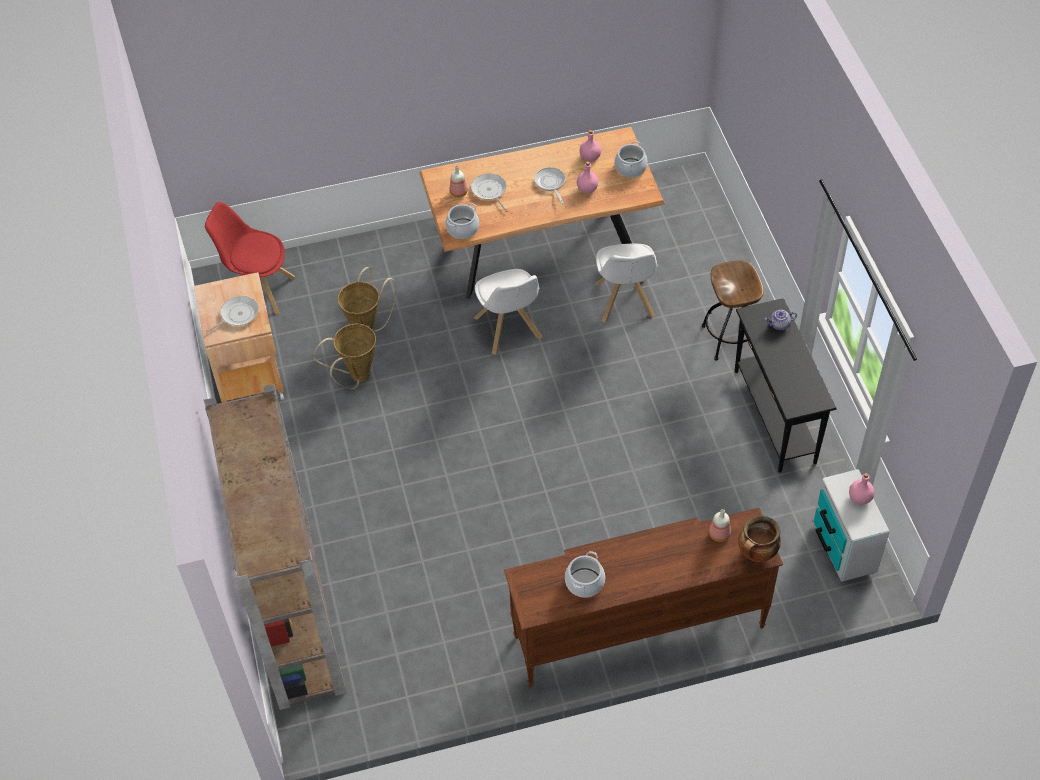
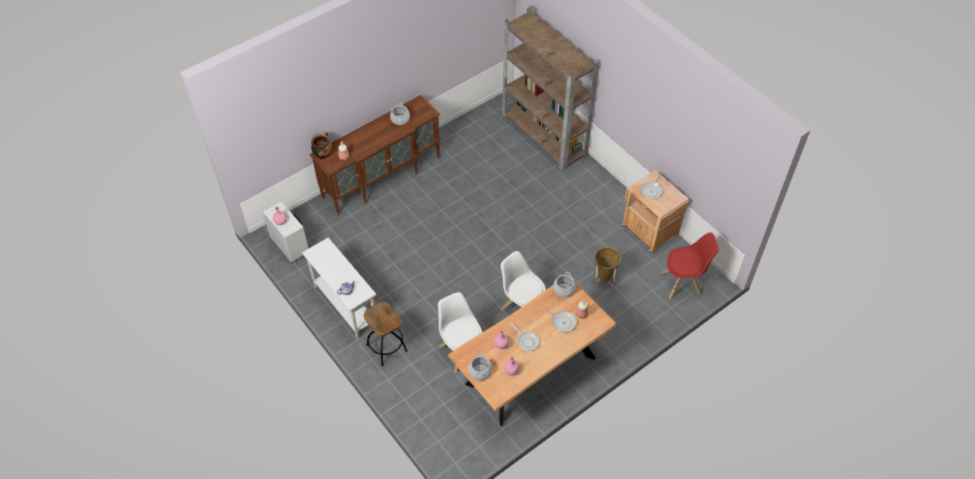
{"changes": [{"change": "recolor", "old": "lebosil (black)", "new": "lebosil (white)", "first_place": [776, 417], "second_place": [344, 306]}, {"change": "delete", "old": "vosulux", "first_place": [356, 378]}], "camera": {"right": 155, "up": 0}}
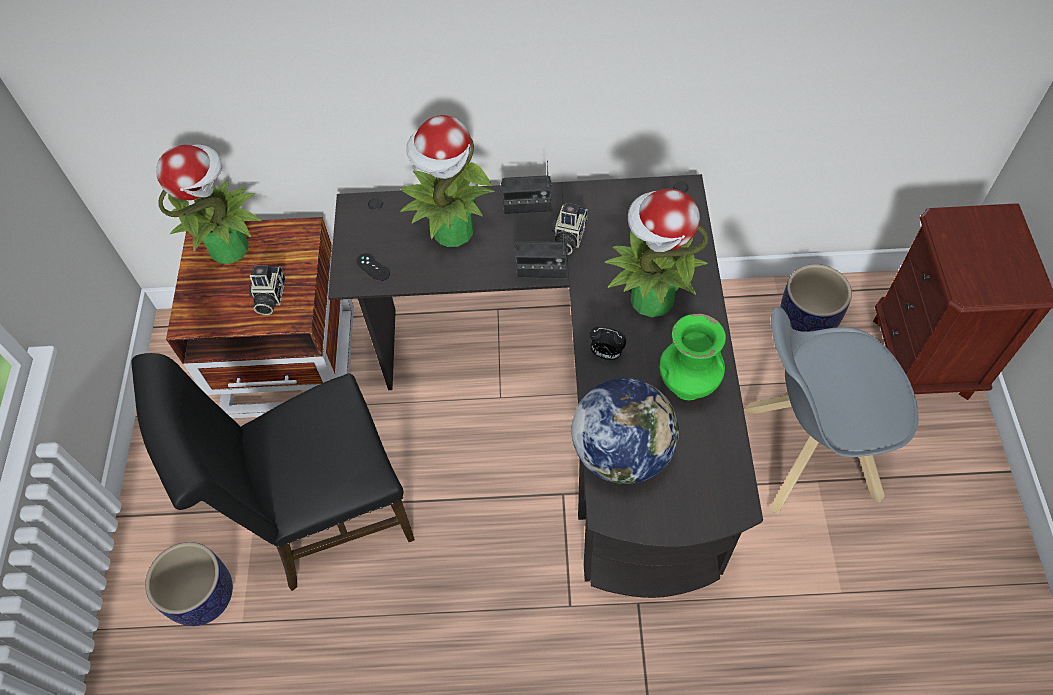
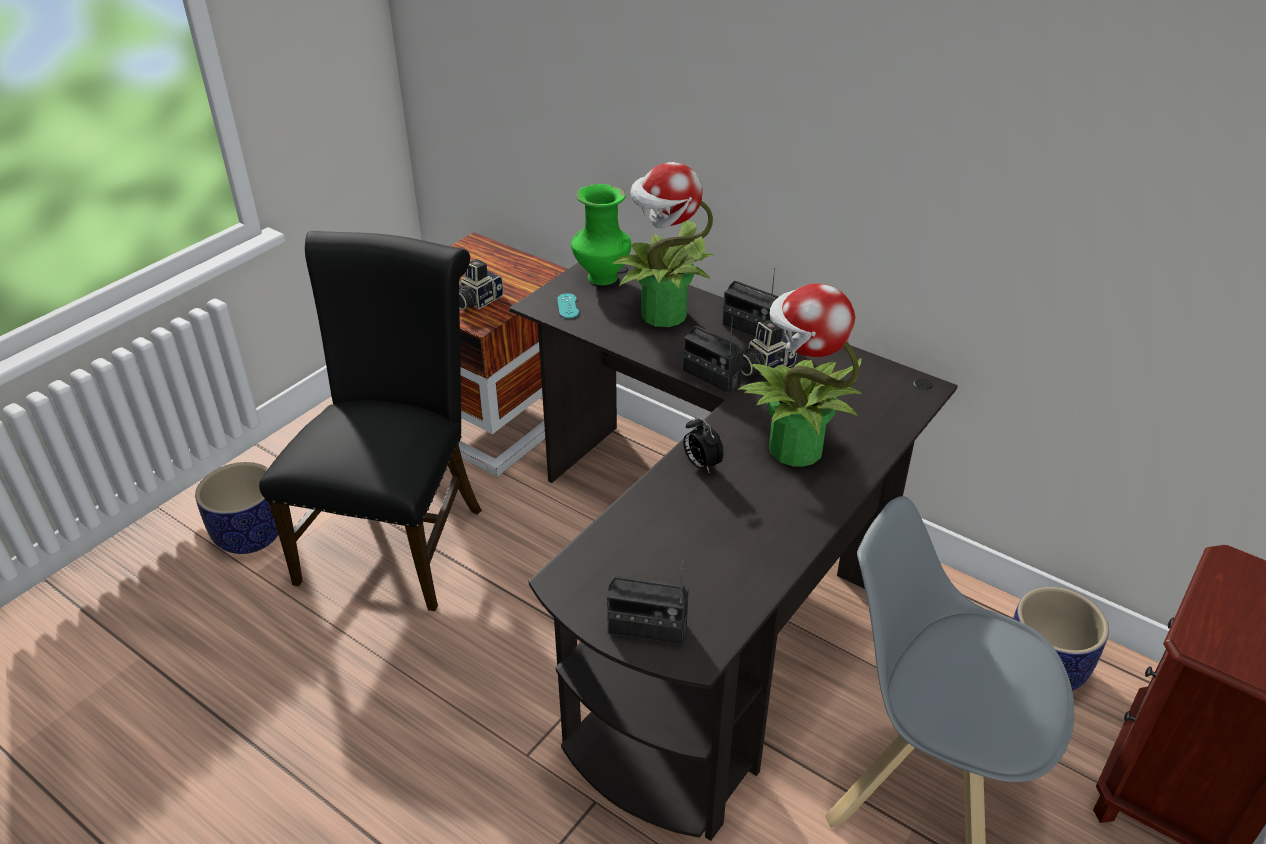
{"changes": [{"change": "rotate", "old": "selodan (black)", "first_place": [321, 514], "second_place": [397, 537], "degrees": 90}, {"change": "recolor", "old": "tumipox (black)", "new": "tumipox (turquoise)", "first_place": [373, 267], "second_place": [568, 306]}, {"change": "move", "old": "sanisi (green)", "first_place": [686, 387], "second_place": [601, 277]}, {"change": "insert", "new": "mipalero", "second_place": [647, 629]}, {"change": "delete", "old": "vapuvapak", "first_place": [230, 246]}, {"change": "delete", "old": "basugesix", "first_place": [622, 452]}], "camera": {"right": 35, "up": -20}}
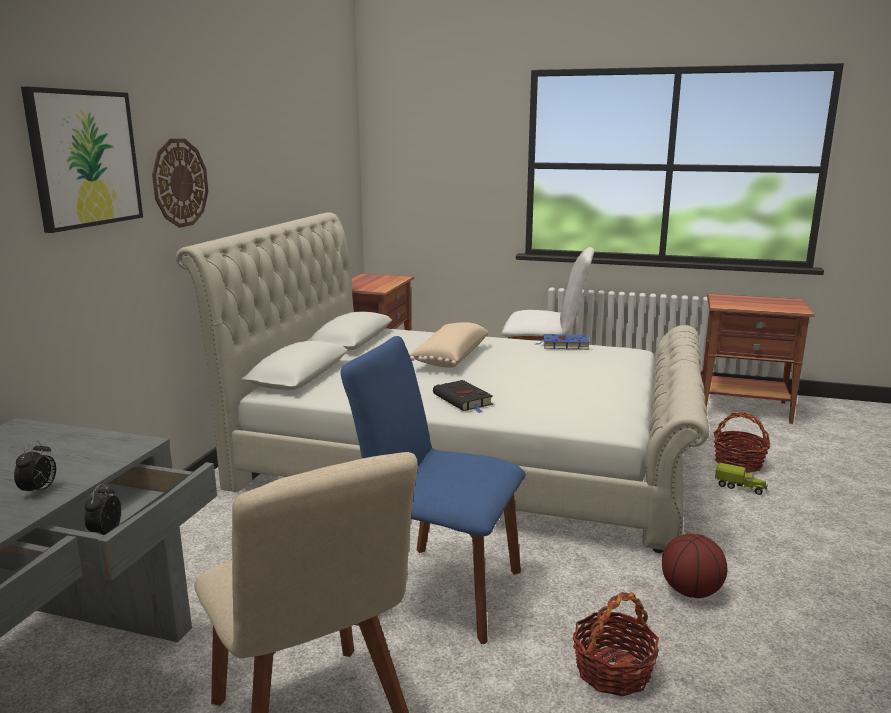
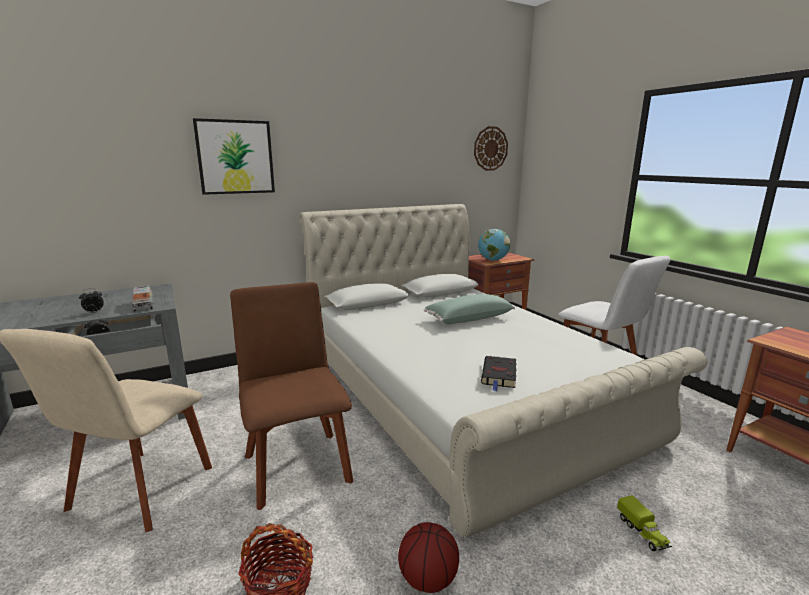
{"changes": [{"change": "insert", "new": "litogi", "second_place": [143, 305]}, {"change": "recolor", "old": "selodan (blue)", "new": "selodan (brown)", "first_place": [439, 590], "second_place": [296, 464]}, {"change": "recolor", "old": "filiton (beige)", "new": "filiton (green)", "first_place": [449, 358], "second_place": [468, 318]}, {"change": "move", "old": "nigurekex", "first_place": [180, 183], "second_place": [490, 148]}, {"change": "insert", "new": "basugesix", "second_place": [492, 260]}, {"change": "move", "old": "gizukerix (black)", "first_place": [464, 400], "second_place": [499, 375]}, {"change": "delete", "old": "gizukerix (blue)", "first_place": [564, 345]}, {"change": "delete", "old": "vosulux", "first_place": [738, 463]}], "camera": {"right": 45, "up": 0}}
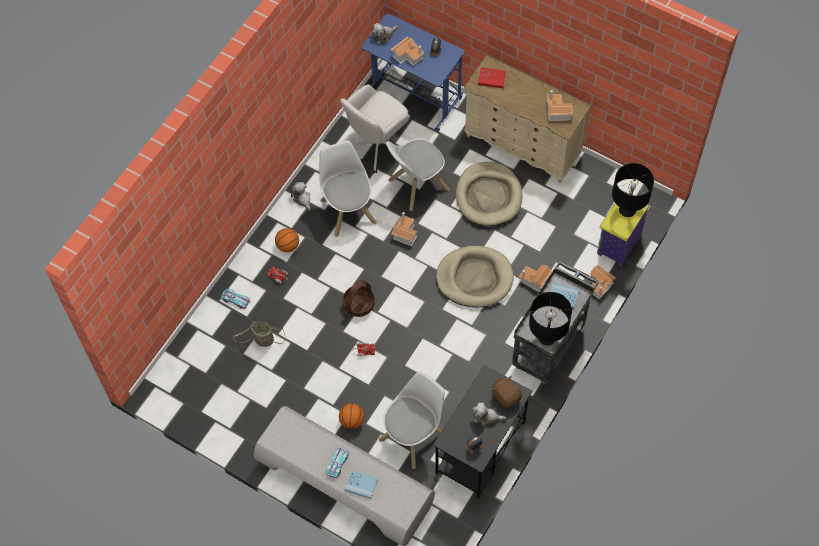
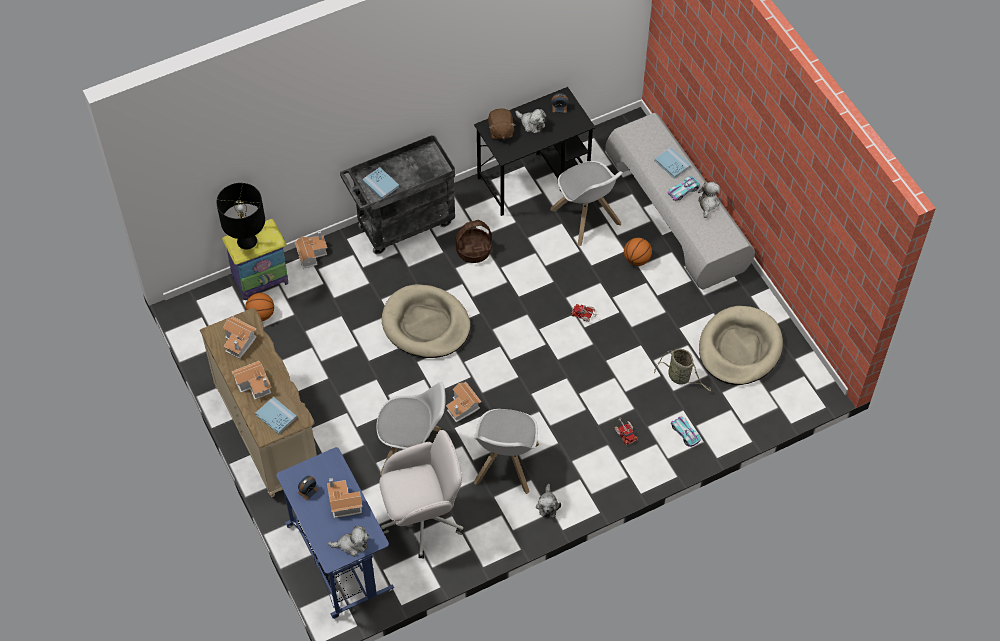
{"changes": [{"change": "move", "old": "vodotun", "first_place": [534, 280], "second_place": [255, 384]}, {"change": "move", "old": "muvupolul", "first_place": [288, 246], "second_place": [261, 314]}, {"change": "recolor", "old": "gizukerix (red)", "new": "gizukerix (blue)", "first_place": [491, 78], "second_place": [276, 416]}, {"change": "move", "old": "vosulux", "first_place": [359, 304], "second_place": [474, 250]}, {"change": "rotate", "old": "selodan", "first_place": [414, 435], "second_place": [586, 218], "degrees": -105}, {"change": "insert", "new": "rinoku", "second_place": [708, 203]}, {"change": "move", "old": "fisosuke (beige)", "first_place": [488, 196], "second_place": [739, 348]}, {"change": "delete", "old": "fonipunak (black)", "first_place": [546, 338]}], "camera": {"right": -150, "up": -5}}
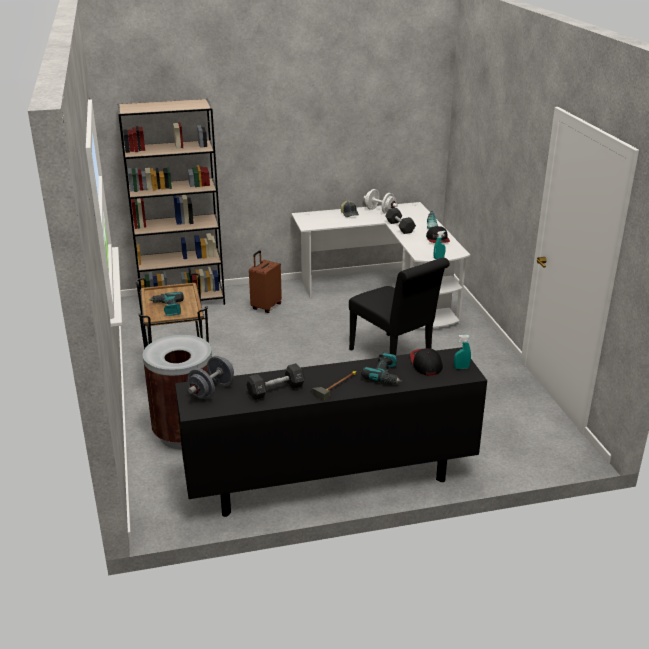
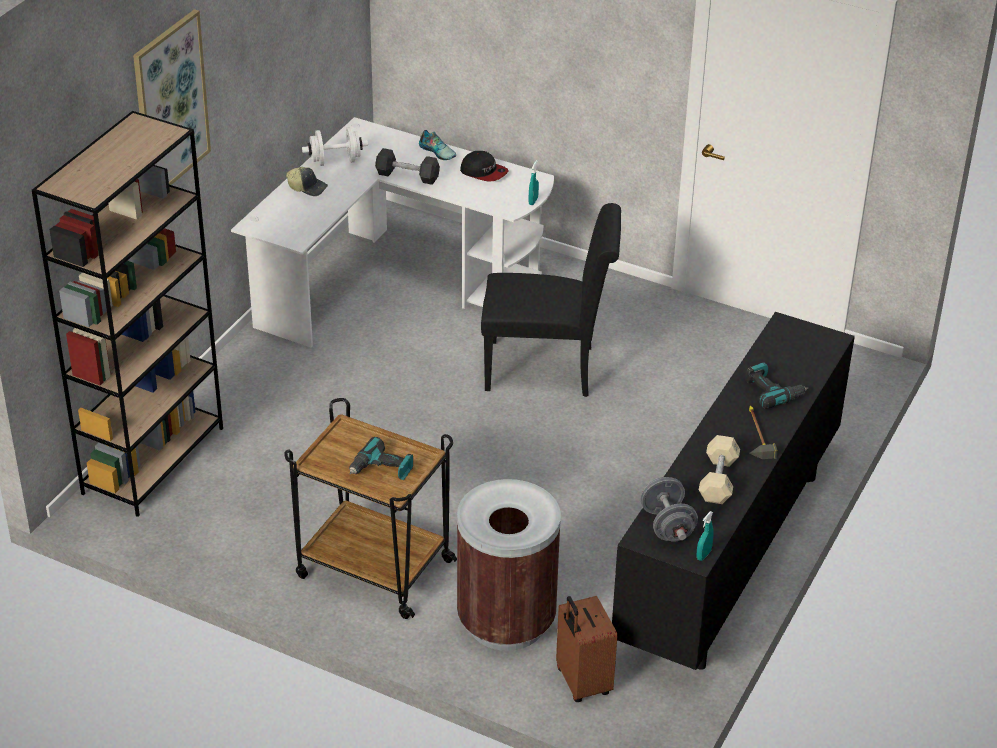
{"changes": [{"change": "insert", "new": "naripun", "second_place": [170, 104]}, {"change": "move", "old": "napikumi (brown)", "first_place": [265, 306], "second_place": [581, 682]}, {"change": "move", "old": "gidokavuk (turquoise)", "first_place": [461, 368], "second_place": [703, 555]}, {"change": "recolor", "old": "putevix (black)", "new": "putevix (beige)", "first_place": [276, 390], "second_place": [718, 479]}, {"change": "delete", "old": "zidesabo", "first_place": [425, 363]}], "camera": {"right": -50, "up": 10}}
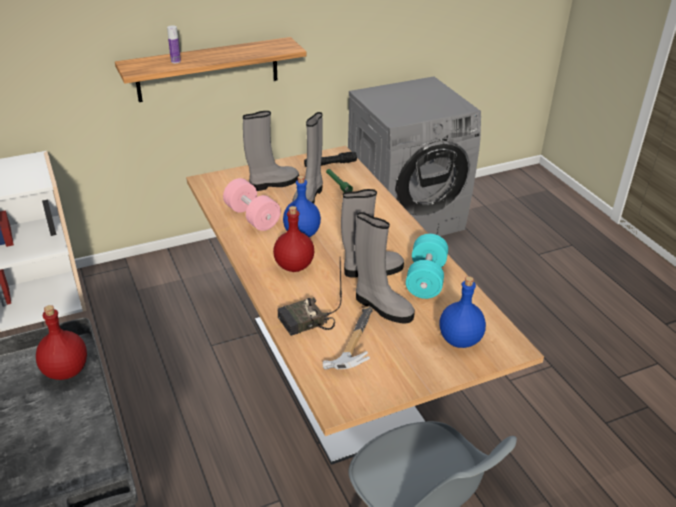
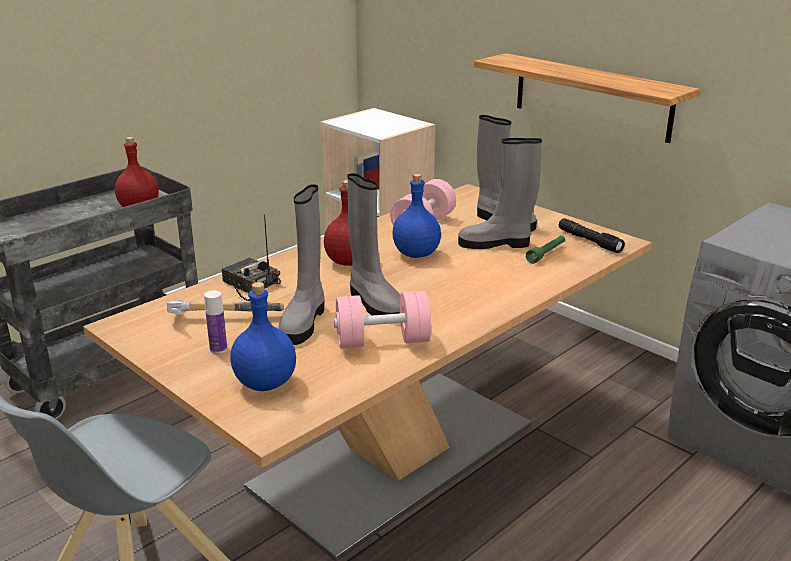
{"changes": [{"change": "move", "old": "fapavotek", "first_place": [175, 61], "second_place": [218, 349]}, {"change": "recolor", "old": "putevix (turquoise)", "new": "putevix (pink)", "first_place": [425, 279], "second_place": [382, 341]}], "camera": {"right": 70, "up": -10}}
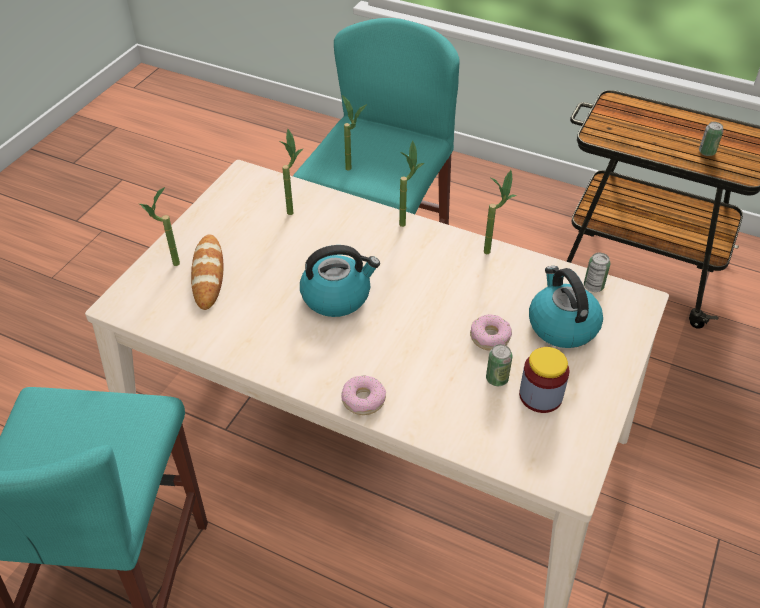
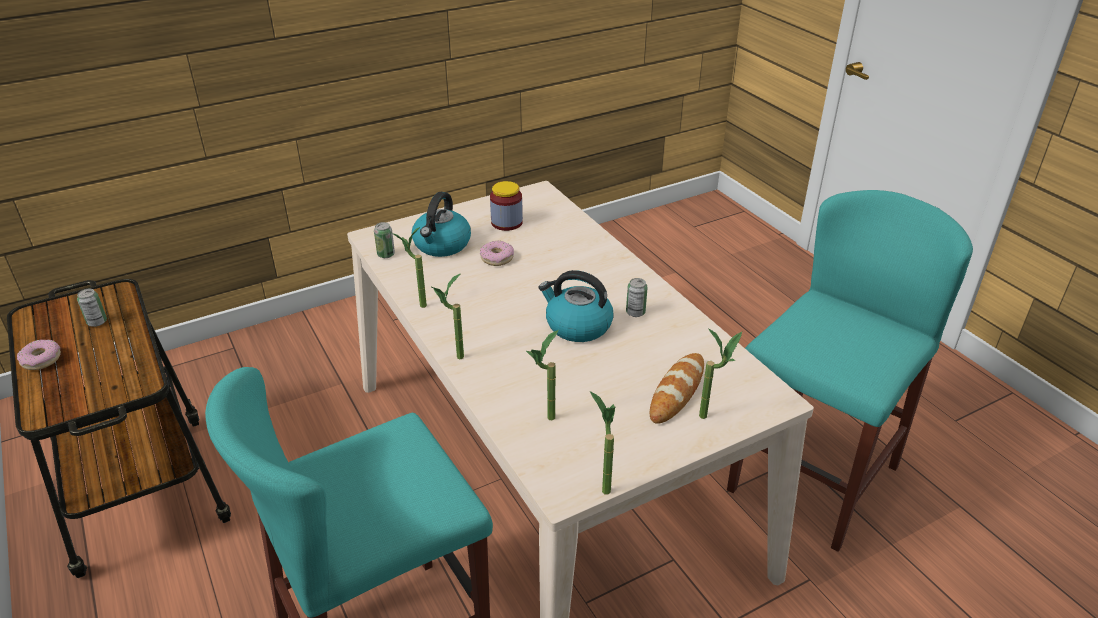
{"changes": [{"change": "move", "old": "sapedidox", "first_place": [363, 399], "second_place": [41, 359]}, {"change": "move", "old": "vapuvapak", "first_place": [354, 170], "second_place": [601, 485]}, {"change": "move", "old": "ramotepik", "first_place": [497, 379], "second_place": [635, 312]}], "camera": {"right": -145, "up": -10}}
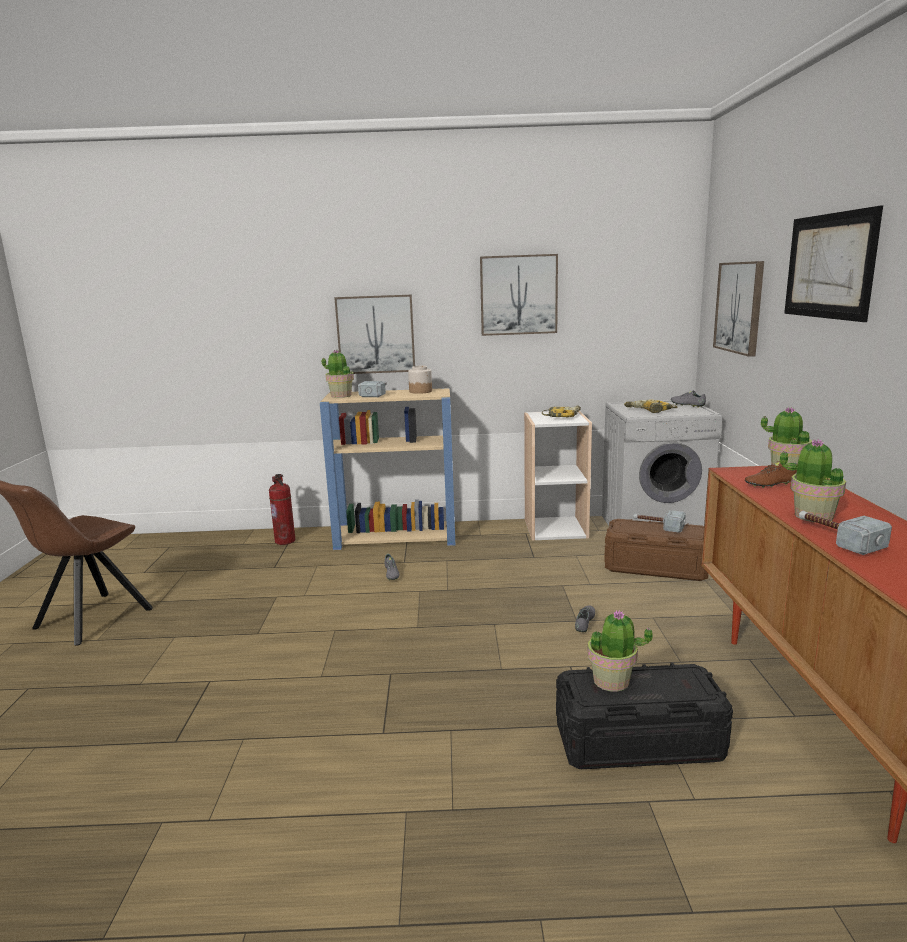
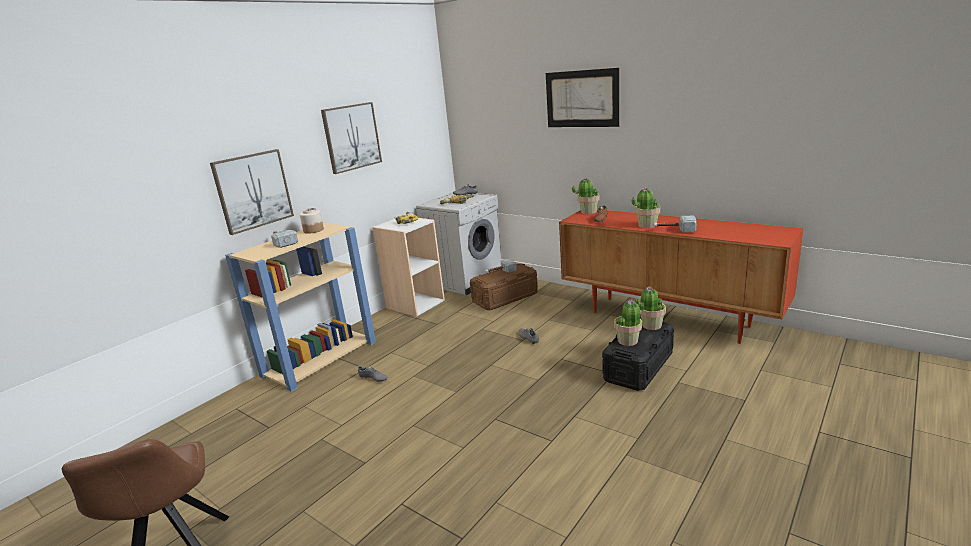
{"changes": [{"change": "move", "old": "vapuvapak", "first_place": [341, 396], "second_place": [651, 325]}, {"change": "delete", "old": "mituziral", "first_place": [285, 541]}, {"change": "delete", "old": "naripun", "first_place": [739, 307]}], "camera": {"right": -50, "up": 5}}
